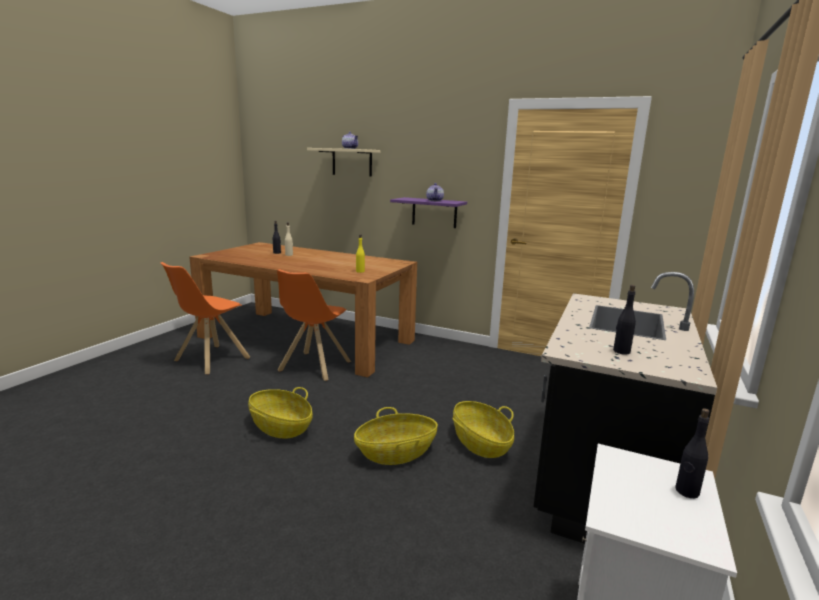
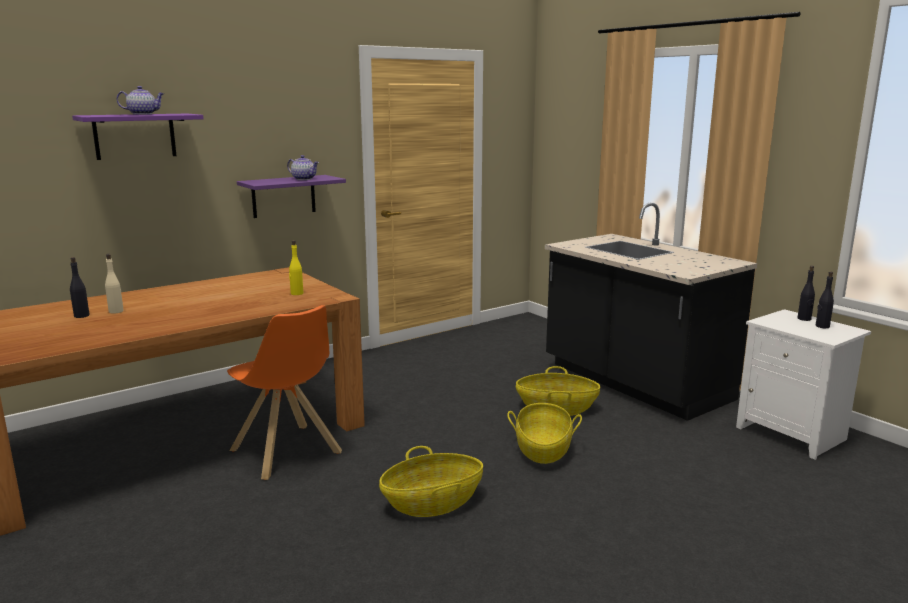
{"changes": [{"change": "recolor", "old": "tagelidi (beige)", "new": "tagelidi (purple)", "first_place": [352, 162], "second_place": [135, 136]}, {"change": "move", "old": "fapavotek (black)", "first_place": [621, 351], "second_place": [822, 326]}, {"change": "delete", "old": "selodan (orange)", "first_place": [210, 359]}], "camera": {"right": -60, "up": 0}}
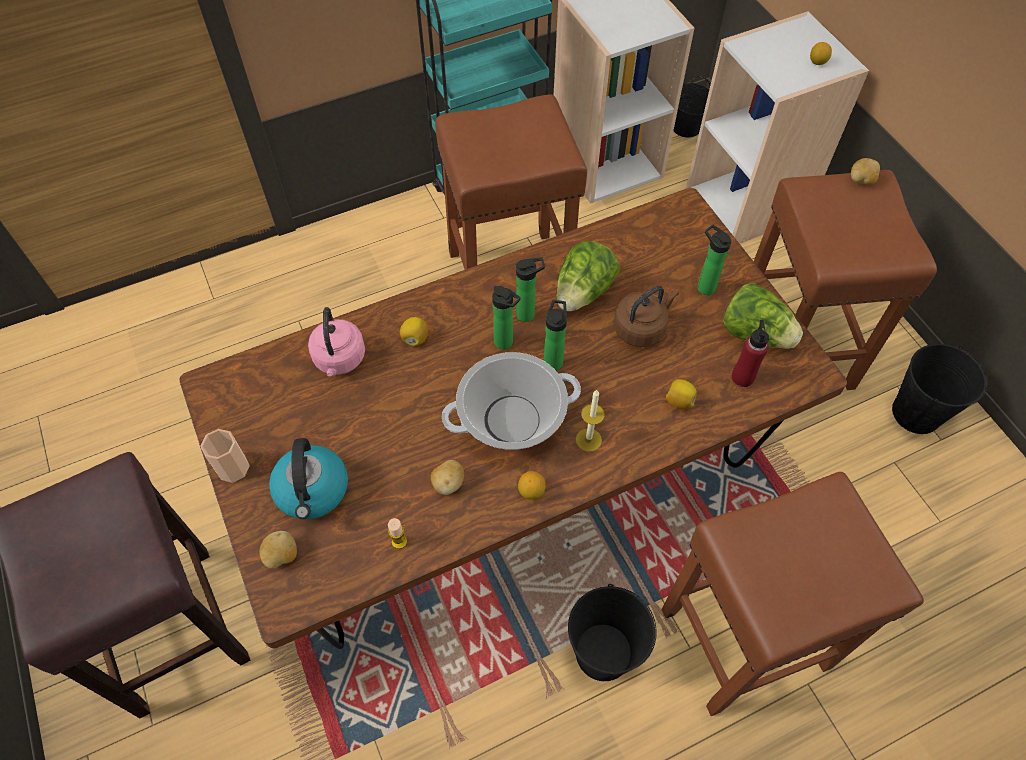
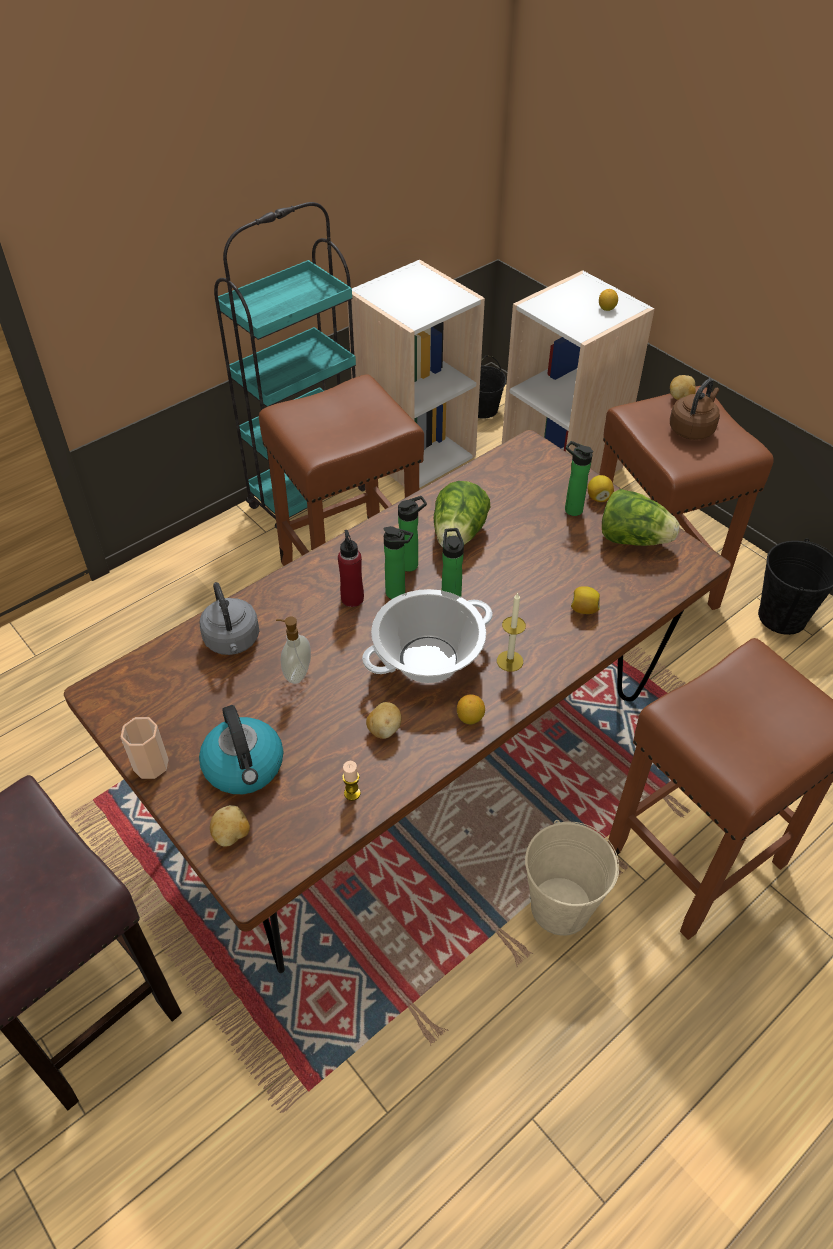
{"changes": [{"change": "recolor", "old": "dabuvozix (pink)", "new": "dabuvozix (grey)", "first_place": [339, 360], "second_place": [233, 641]}, {"change": "insert", "new": "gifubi", "second_place": [296, 673]}, {"change": "move", "old": "fapavotek (red)", "first_place": [742, 377], "second_place": [352, 598]}, {"change": "recolor", "old": "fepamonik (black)", "new": "fepamonik (beige)", "first_place": [602, 652], "second_place": [560, 907]}, {"change": "move", "old": "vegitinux", "first_place": [415, 338], "second_place": [598, 497]}, {"change": "move", "old": "dabuvozix (brown)", "first_place": [641, 328], "second_place": [692, 429]}], "camera": {"right": -15, "up": -10}}
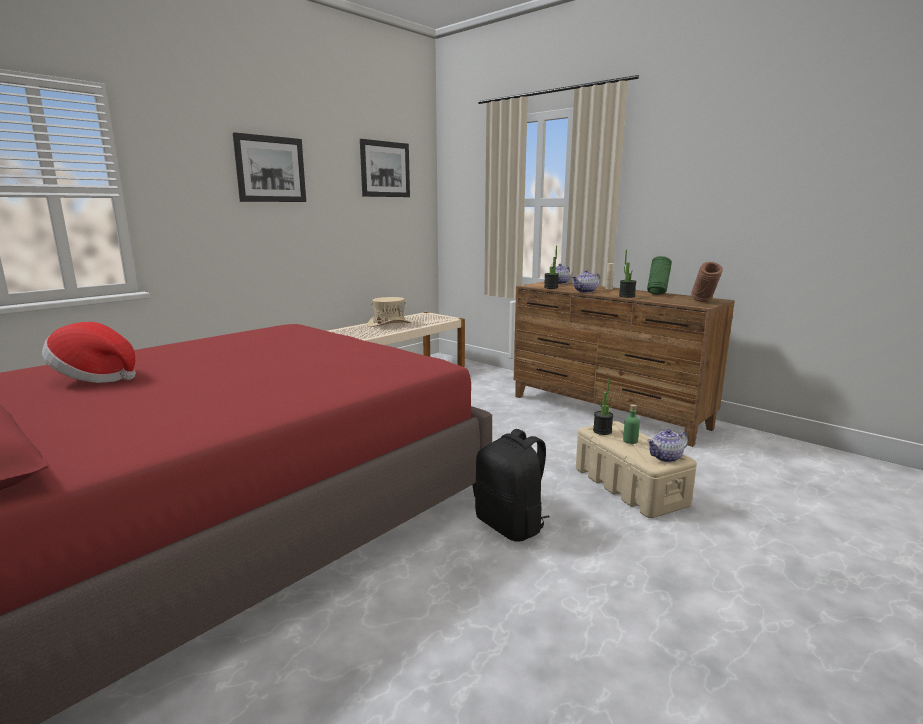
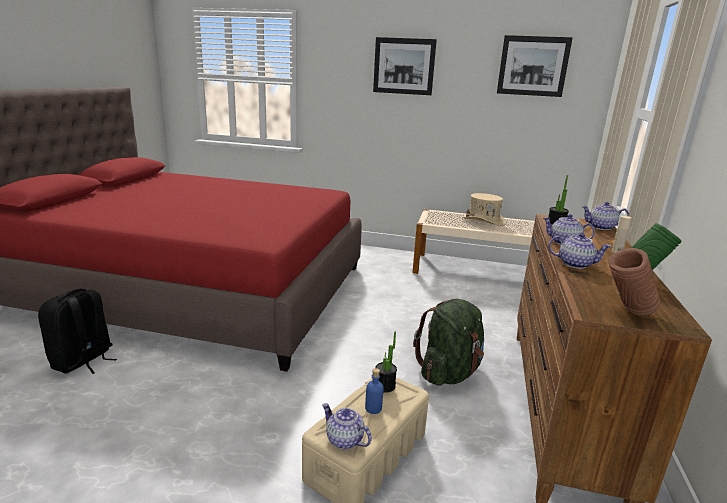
{"changes": [{"change": "move", "old": "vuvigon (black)", "first_place": [511, 525], "second_place": [83, 360]}, {"change": "recolor", "old": "fapavotek (green)", "new": "fapavotek (blue)", "first_place": [630, 441], "second_place": [373, 408]}, {"change": "insert", "new": "vuvigon (green)", "second_place": [449, 373]}, {"change": "replace", "old": "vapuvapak", "new": "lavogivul", "first_place": [627, 296], "second_place": [575, 264]}, {"change": "delete", "old": "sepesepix", "first_place": [95, 378]}], "camera": {"right": 60, "up": 5}}
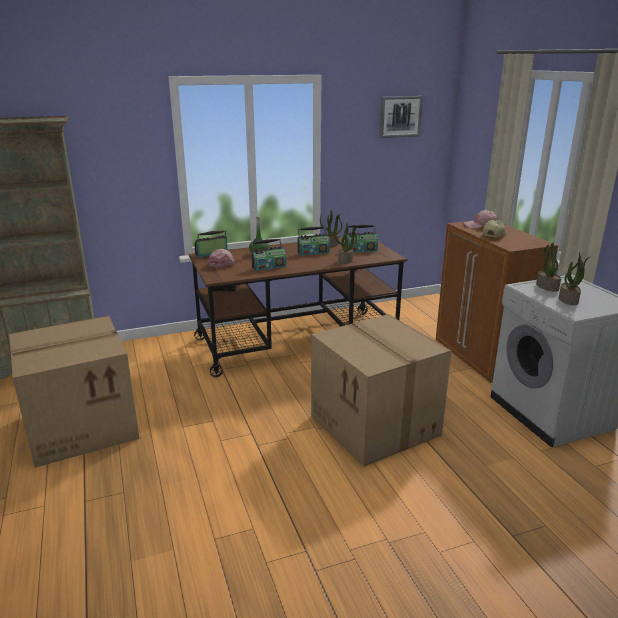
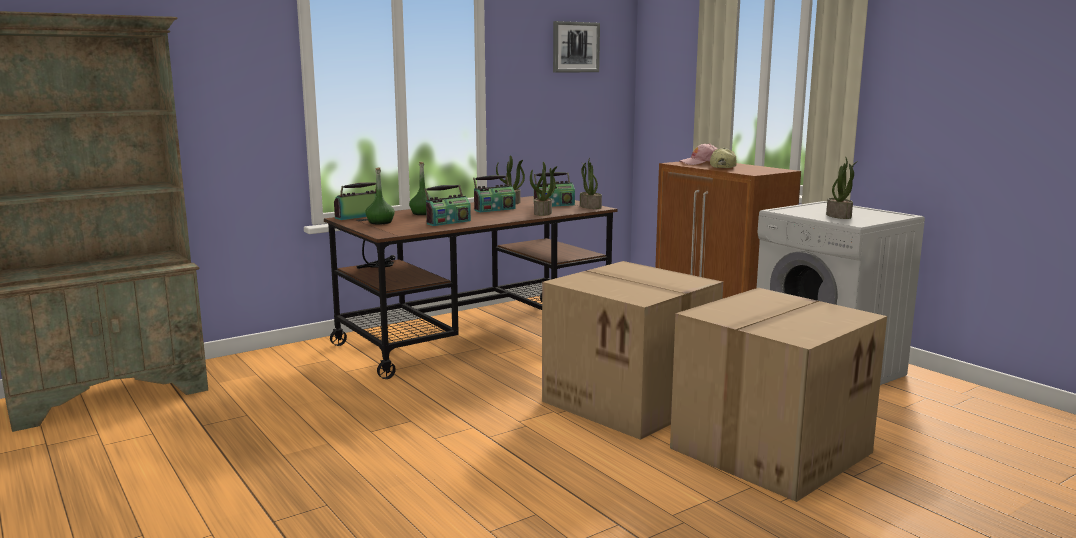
{"changes": [{"change": "replace", "old": "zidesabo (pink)", "new": "fapavotek (green)", "first_place": [222, 263], "second_place": [380, 222]}, {"change": "move", "old": "vapuvapak", "first_place": [546, 287], "second_place": [589, 207]}, {"change": "move", "old": "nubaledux", "first_place": [83, 425], "second_place": [770, 449]}], "camera": {"right": -15, "up": -10}}
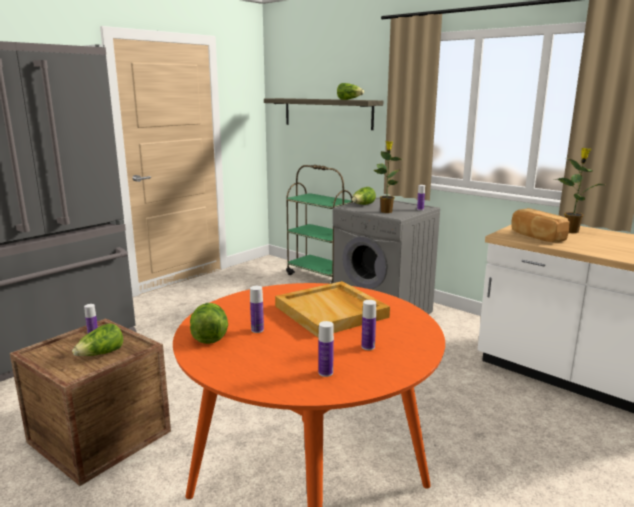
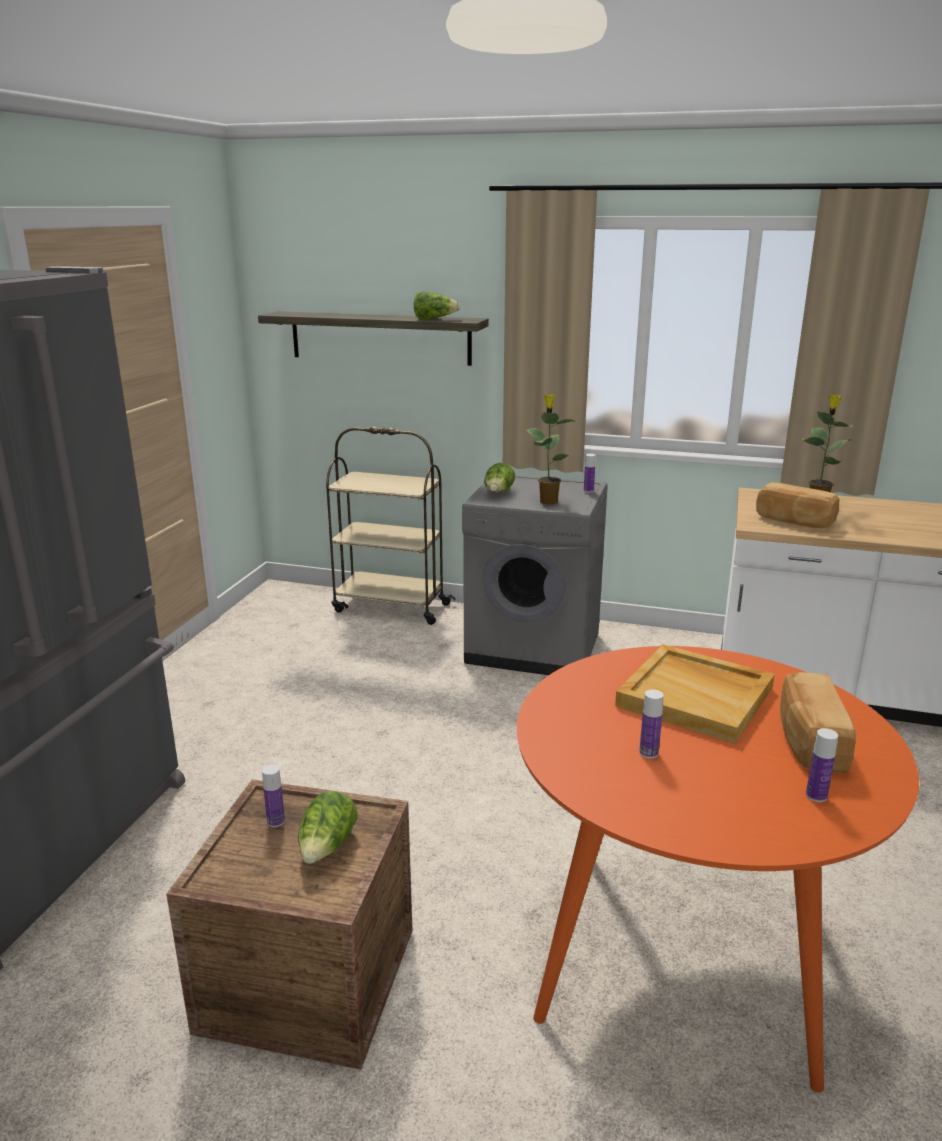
{"changes": [{"change": "recolor", "old": "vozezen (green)", "new": "vozezen (beige)", "first_place": [319, 277], "second_place": [390, 607]}, {"change": "replace", "old": "fapavotek", "new": "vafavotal", "first_place": [368, 347], "second_place": [809, 742]}, {"change": "delete", "old": "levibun", "first_place": [208, 335]}], "camera": {"right": -25, "up": 5}}
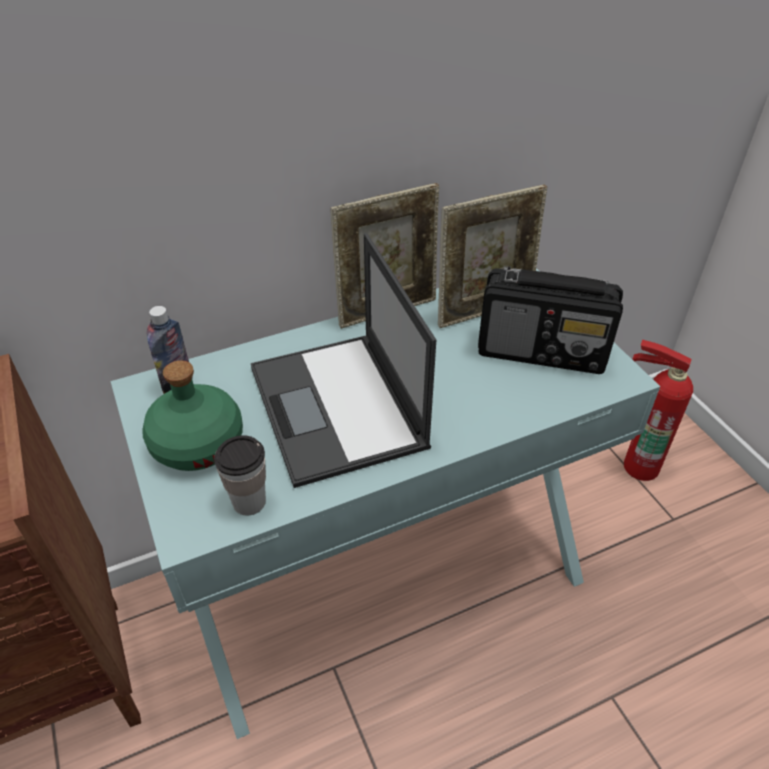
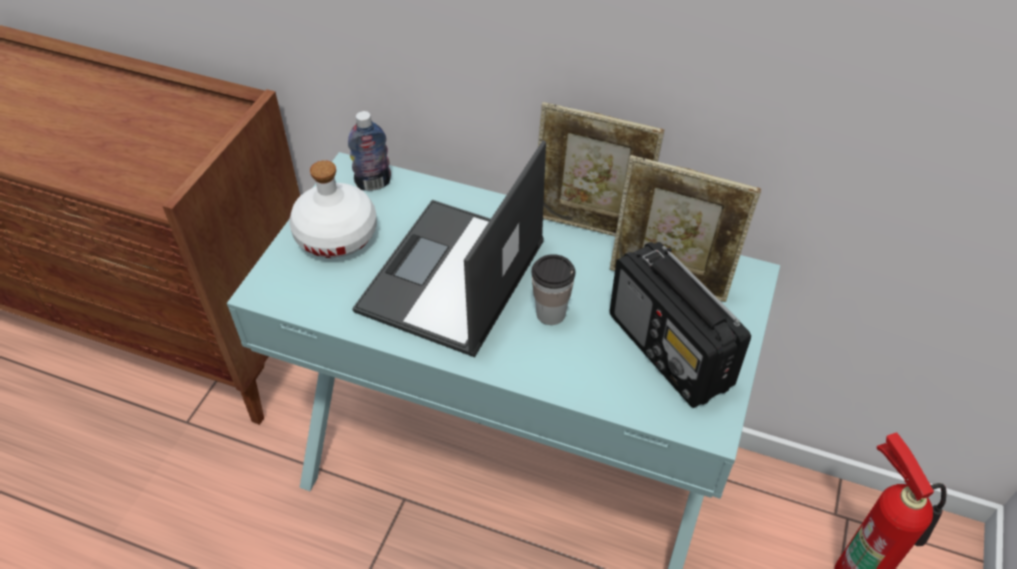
{"changes": [{"change": "recolor", "old": "fapavotek (green)", "new": "fapavotek (white)", "first_place": [197, 442], "second_place": [337, 234]}, {"change": "move", "old": "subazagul", "first_place": [249, 501], "second_place": [551, 313]}], "camera": {"right": 45, "up": 5}}
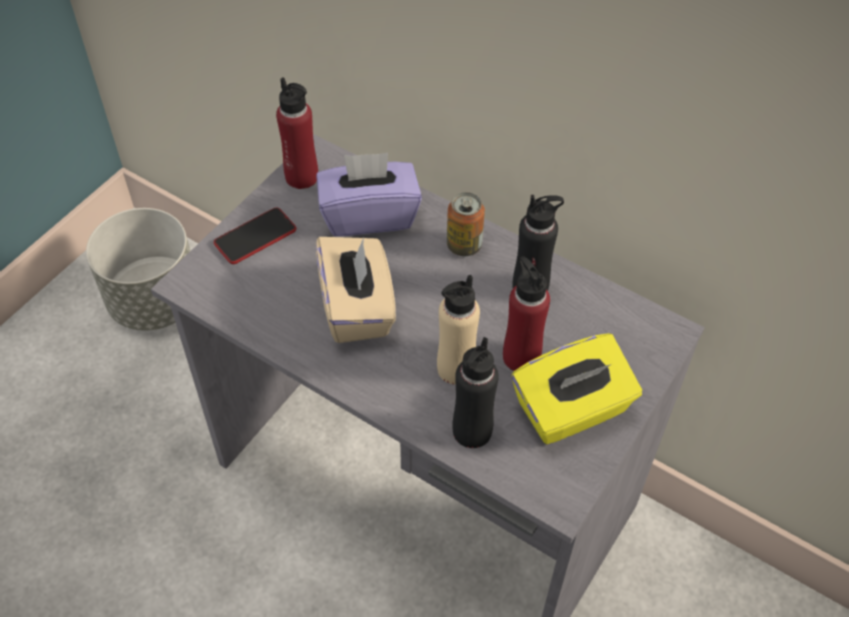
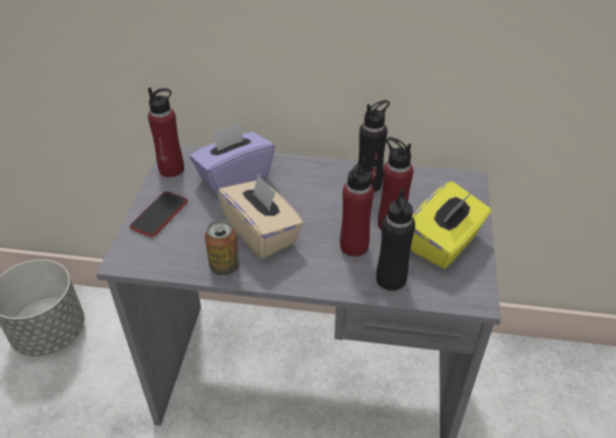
{"changes": [{"change": "move", "old": "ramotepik", "first_place": [464, 245], "second_place": [224, 266]}, {"change": "recolor", "old": "fapavotek (beige)", "new": "fapavotek (red)", "first_place": [455, 369], "second_place": [354, 246]}], "camera": {"right": -25, "up": -10}}
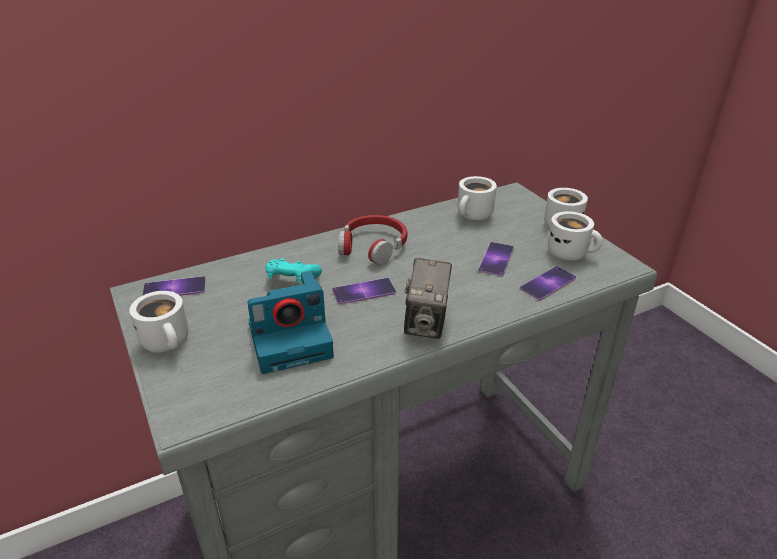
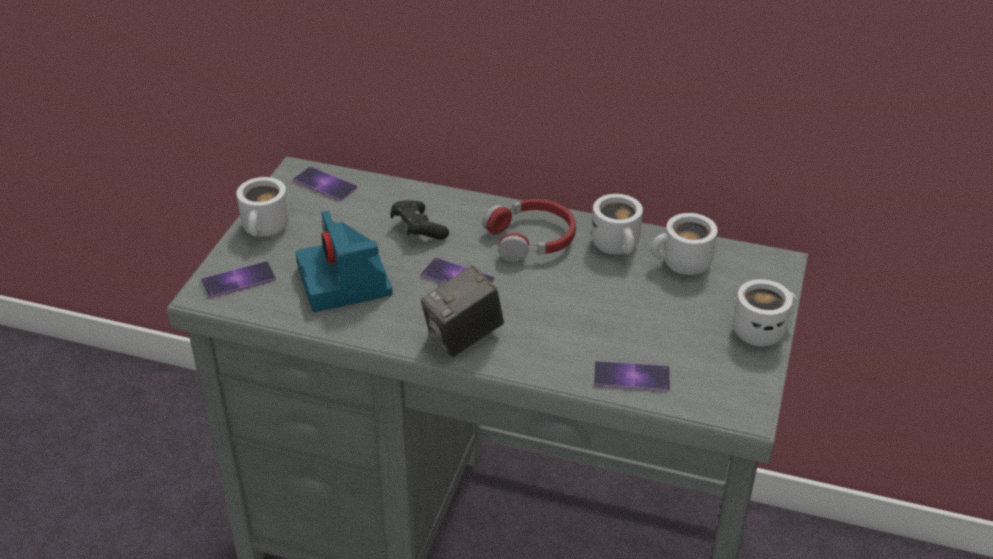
{"changes": [{"change": "move", "old": "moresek", "first_place": [496, 259], "second_place": [238, 280]}, {"change": "rotate", "old": "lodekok", "first_place": [292, 340], "second_place": [346, 283], "degrees": 45}, {"change": "recolor", "old": "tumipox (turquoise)", "new": "tumipox (black)", "first_place": [292, 279], "second_place": [418, 230]}, {"change": "move", "old": "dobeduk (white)", "first_place": [571, 253], "second_place": [618, 246]}], "camera": {"right": 45, "up": 5}}
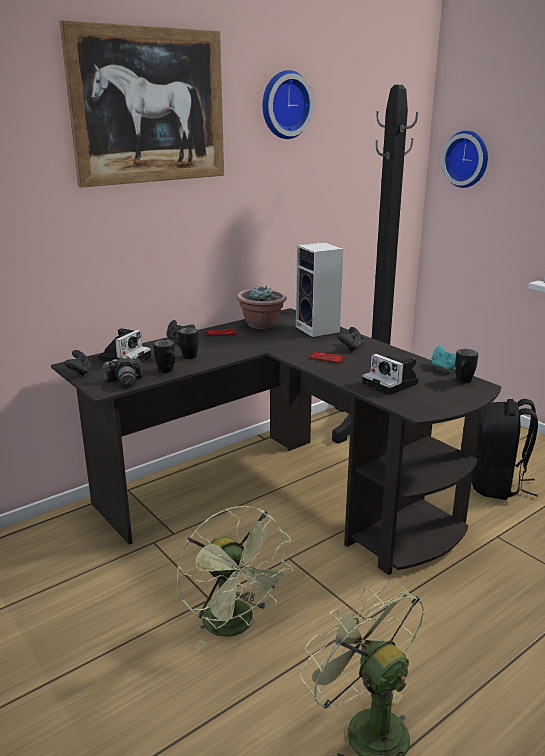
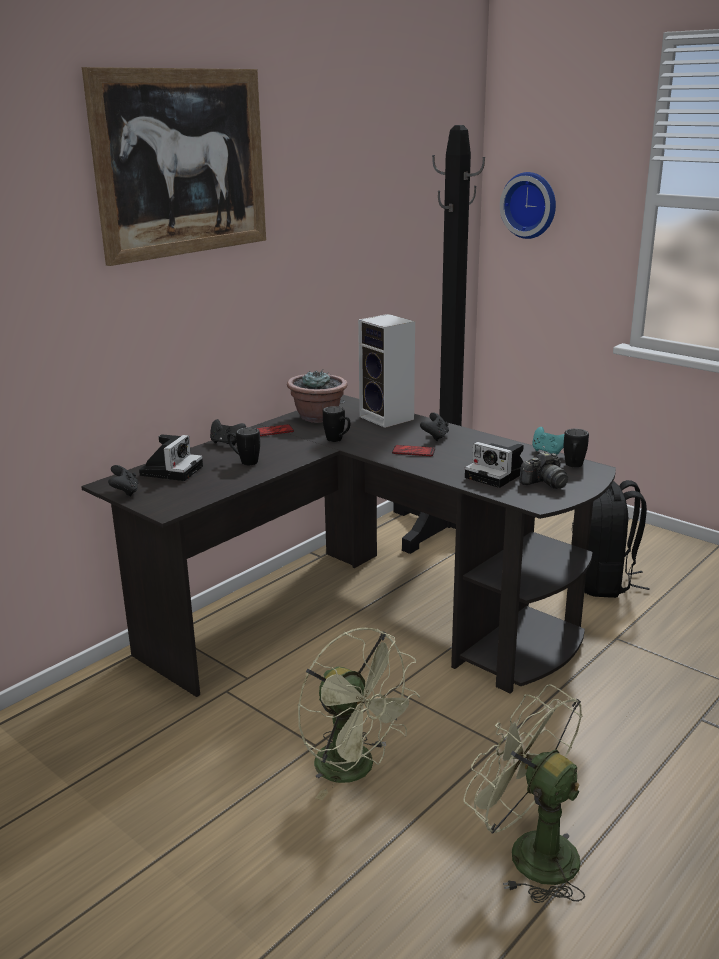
{"changes": [{"change": "move", "old": "dobeduk (black)", "first_place": [168, 372], "second_place": [338, 440]}, {"change": "move", "old": "lodekok", "first_place": [124, 381], "second_place": [544, 483]}, {"change": "delete", "old": "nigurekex", "first_place": [284, 105]}], "camera": {"right": -10, "up": 0}}
